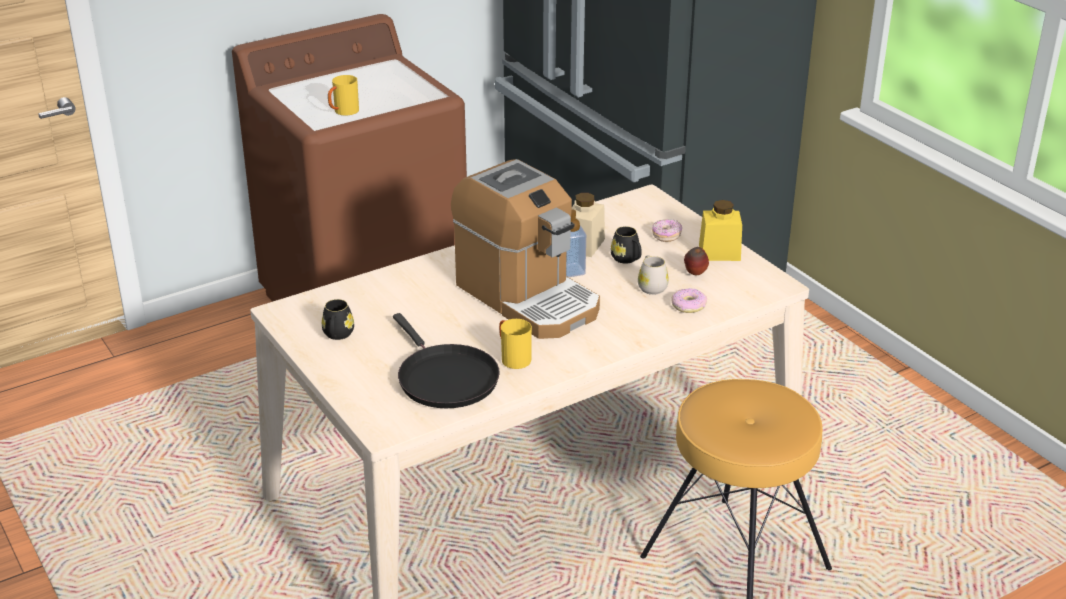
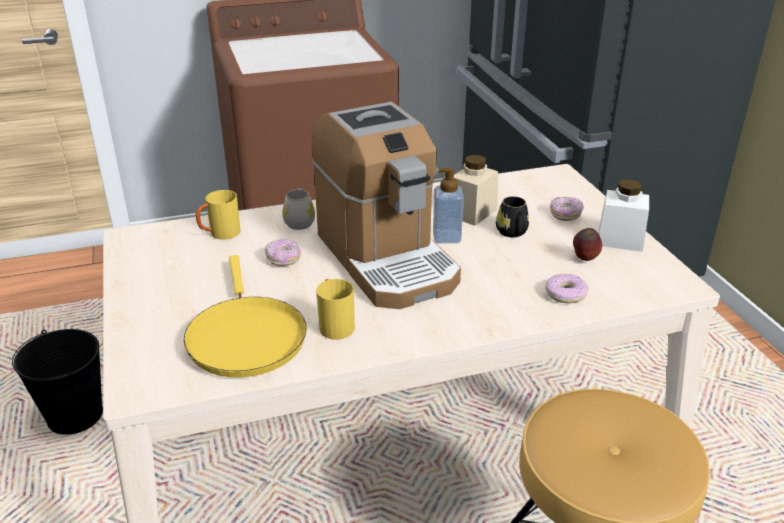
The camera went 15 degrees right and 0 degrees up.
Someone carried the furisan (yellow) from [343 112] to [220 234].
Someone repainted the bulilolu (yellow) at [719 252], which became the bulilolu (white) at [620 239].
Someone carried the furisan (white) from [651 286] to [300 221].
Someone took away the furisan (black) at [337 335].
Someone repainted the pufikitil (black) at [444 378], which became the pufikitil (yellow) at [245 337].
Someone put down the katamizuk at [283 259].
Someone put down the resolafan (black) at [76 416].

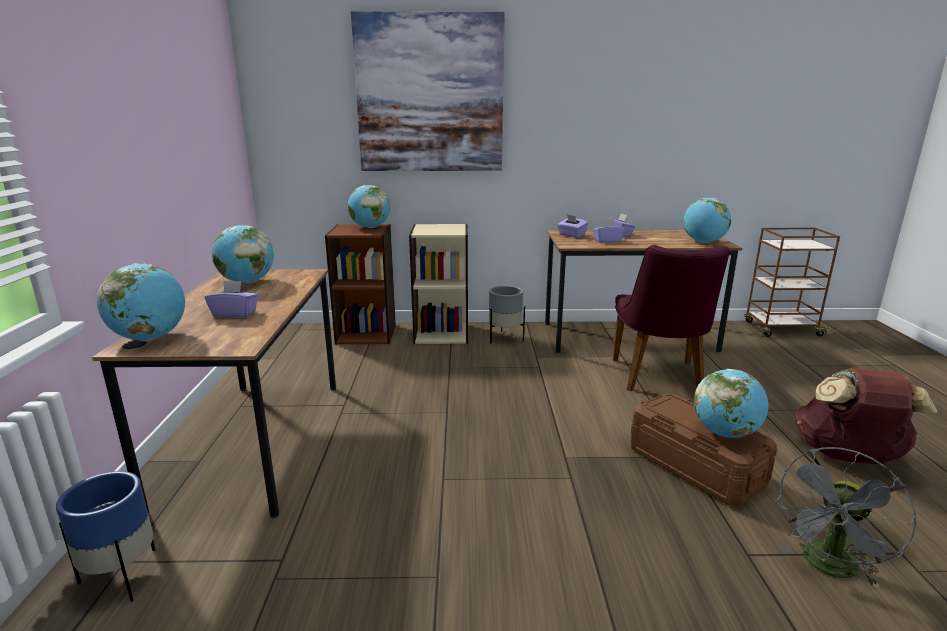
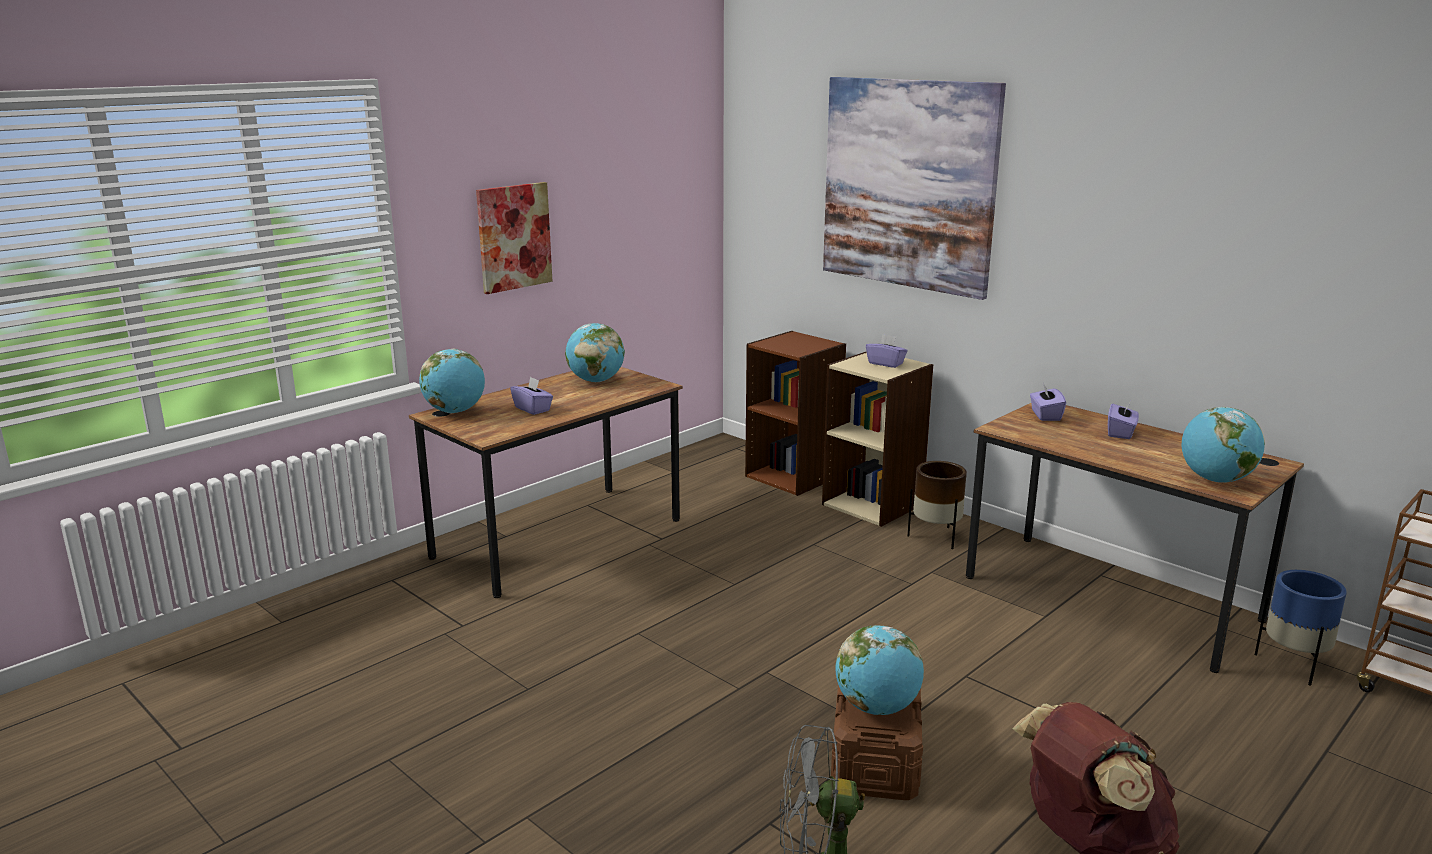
The camera went 45 degrees right and 0 degrees up.
Someone took away the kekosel at [370 227].
Someone carried the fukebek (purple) from [607 241] to [885 363].
Someone took away the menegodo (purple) at [659 379].
Someone repainted the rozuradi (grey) at [504 338], which became the rozuradi (brown) at [935 537].
Someone carried the rozuradi (blue) from [122 577] to [1293 665].
Someone put up the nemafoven at [514 237].

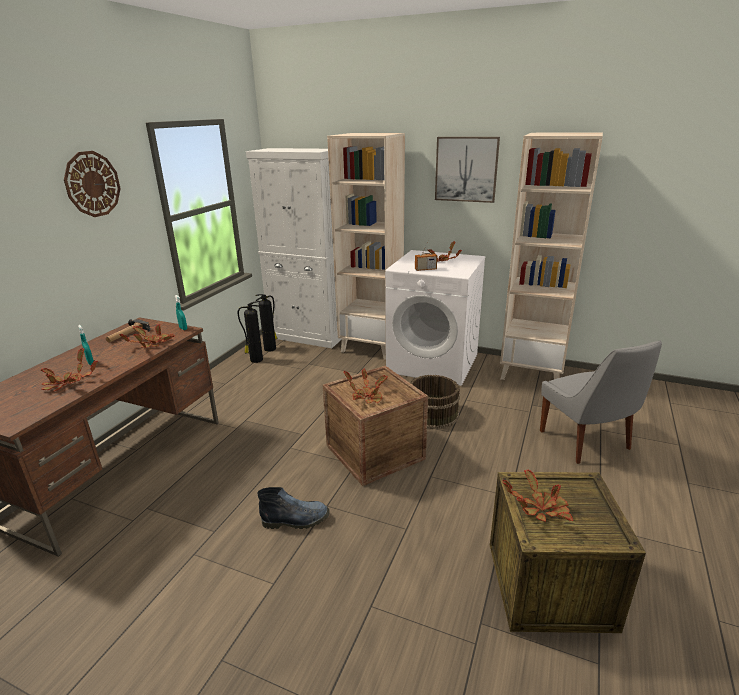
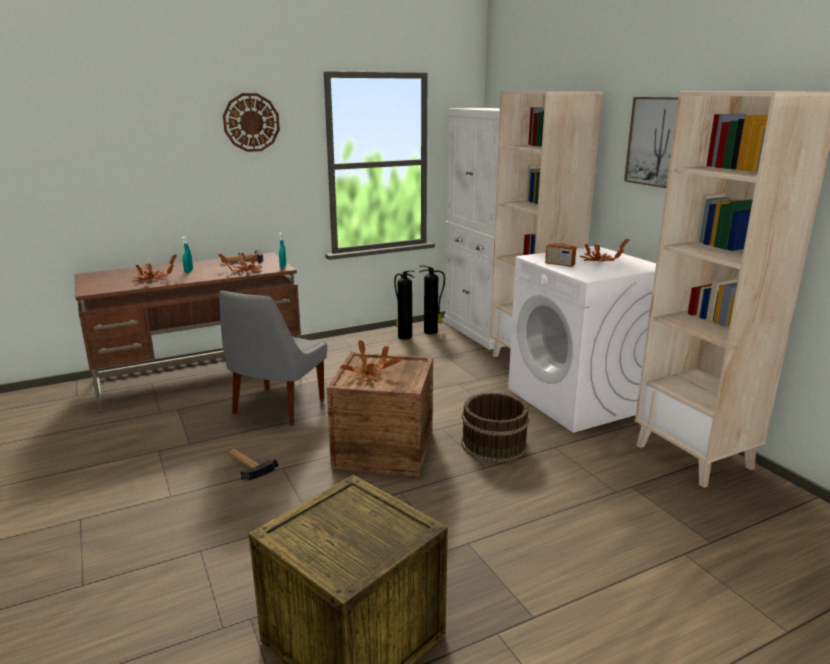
The camera went 40 degrees right and 5 degrees down.
Someone carried the menegodo (grey) from [586 442] to [276 408].
Someone took away the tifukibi at [540 509].
Someone swapped the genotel at [297 519] for the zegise at [247 465].

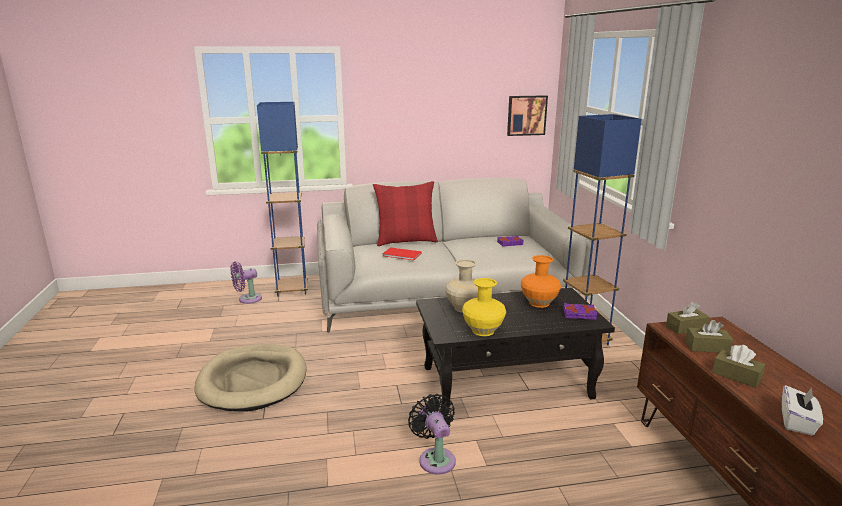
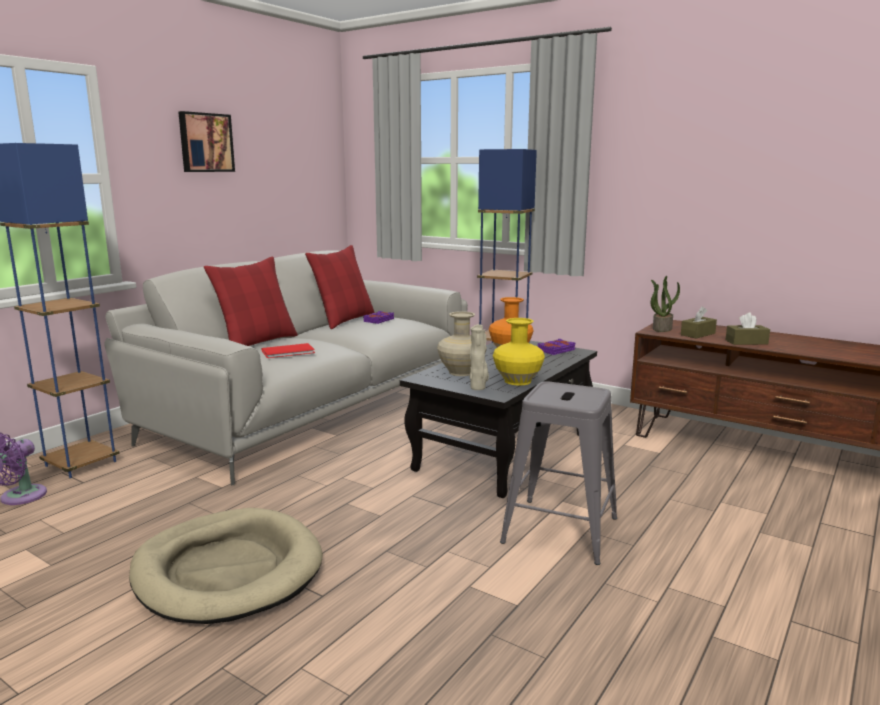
The camera went 45 degrees left and 5 degrees down.
Someone carried the nemafoven from [526 115] to [205 142].
Someone swapped the fukebek (brown) at [686 328] for the tifukibi at [661 328].
Someone took away the fukebek (white) at [797 422].
Someone swapped the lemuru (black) at [435 458] for the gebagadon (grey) at [560 530].
Someone put down the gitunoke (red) at [344 320].
Someone put down the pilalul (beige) at [478 388].

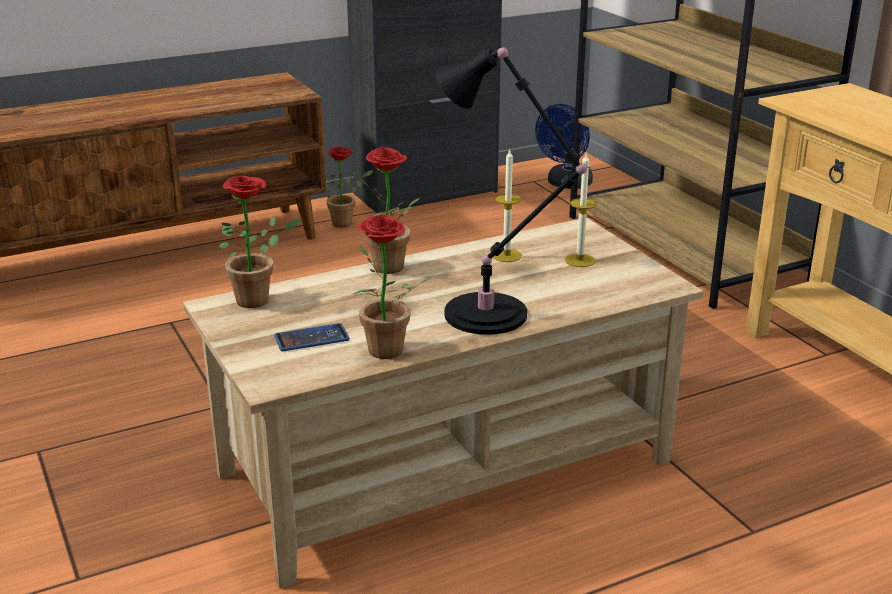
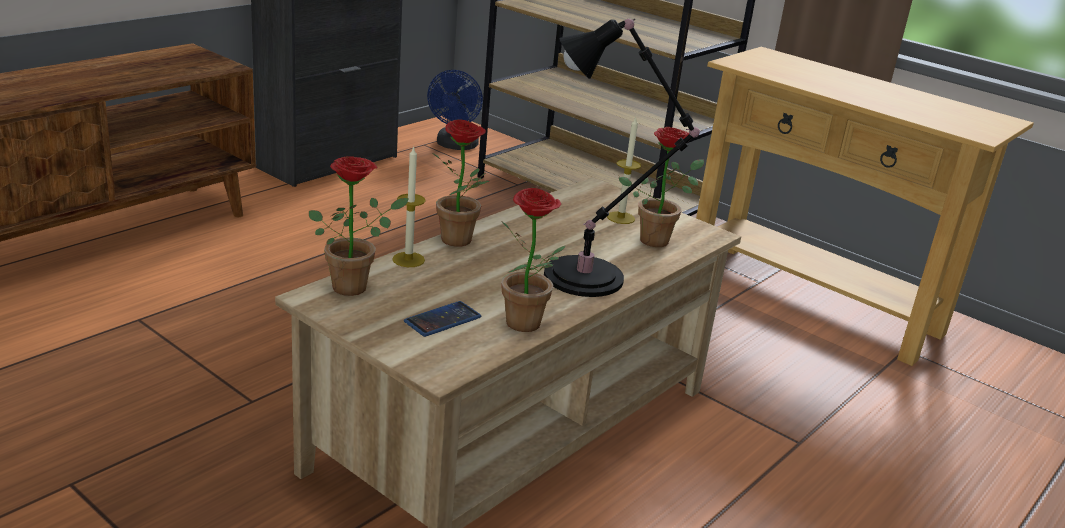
The camera went 25 degrees left and 0 degrees up.
Someone carried the tifukibi from [346 222] to [657 238].
Someone carried the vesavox from [506 255] to [408 259].

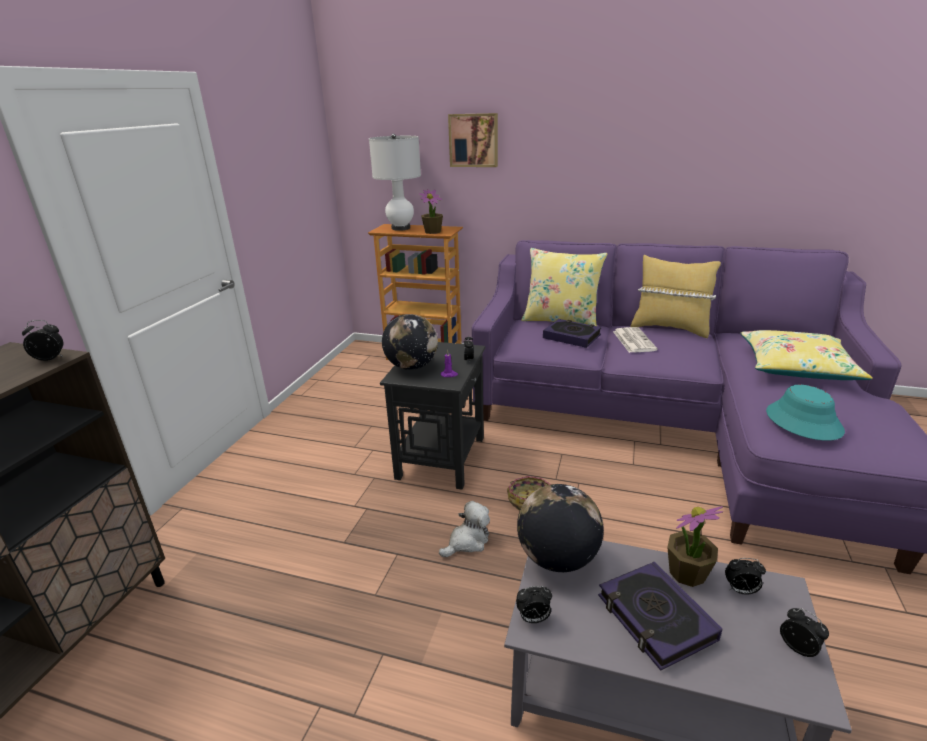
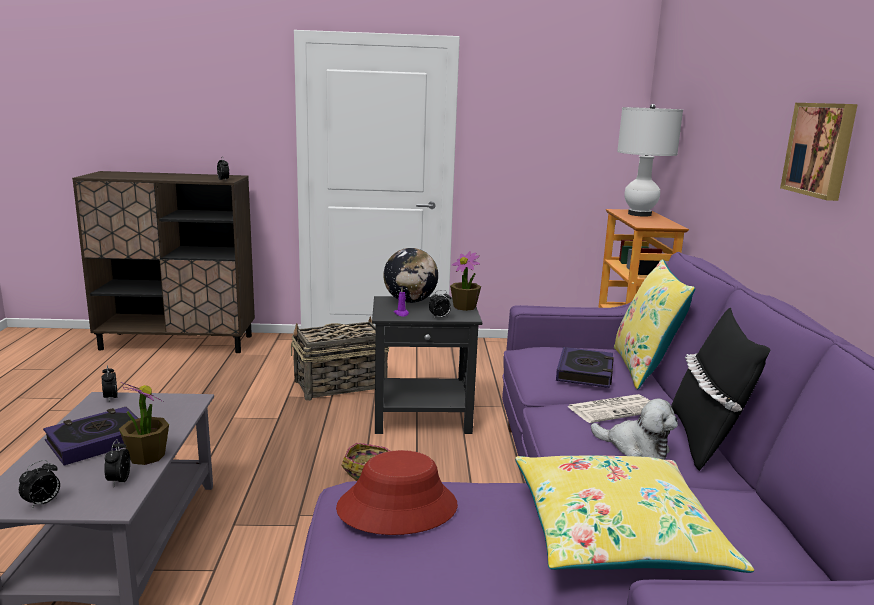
The camera went 70 degrees right and 10 degrees down.
Someone carried the nemafoven from [474 140] to [821 149].
Someone carried the tifukibi from [432 232] to [465 307].
Someone repainted the gitunoke (yellow) at [669 328], which became the gitunoke (black) at [705 440].
Someone repainted the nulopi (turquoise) at [803 421], which became the nulopi (red) at [397 507].
Someone took away the kekosel at [557 558].
Someone carried the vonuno from [467 541] to [635 448].
Someone put down the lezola at [339 385].

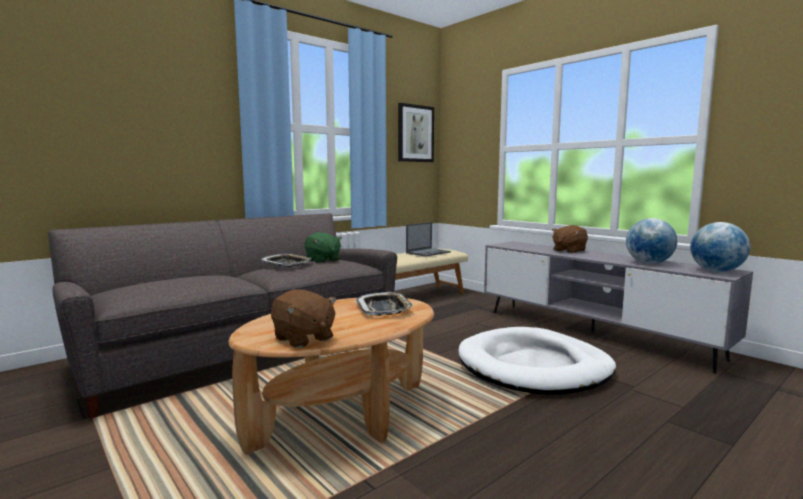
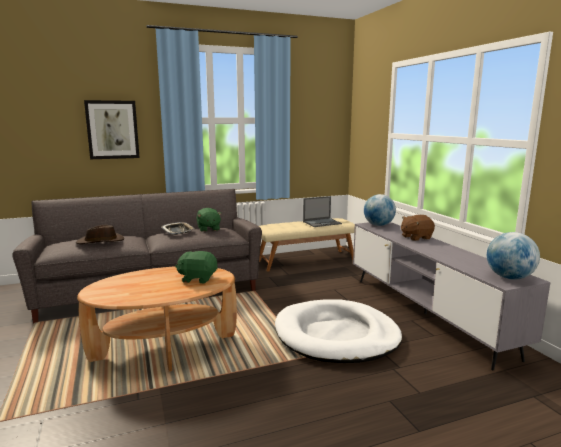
The camera went 20 degrees right and 5 degrees up.
Someone carried the nemafoven from [415 133] to [112 129].
Someone carried the kekosel from [649 263] to [378 225].
Someone took away the vonuno (brown) at [303 339].
Someone swapped the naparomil at [384 309] for the vonuno (green) at [198 278].
Someone put down the nulopi (brown) at [101 241].

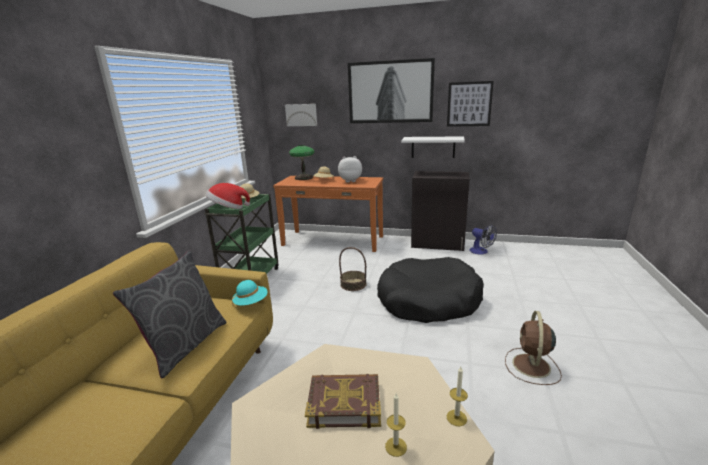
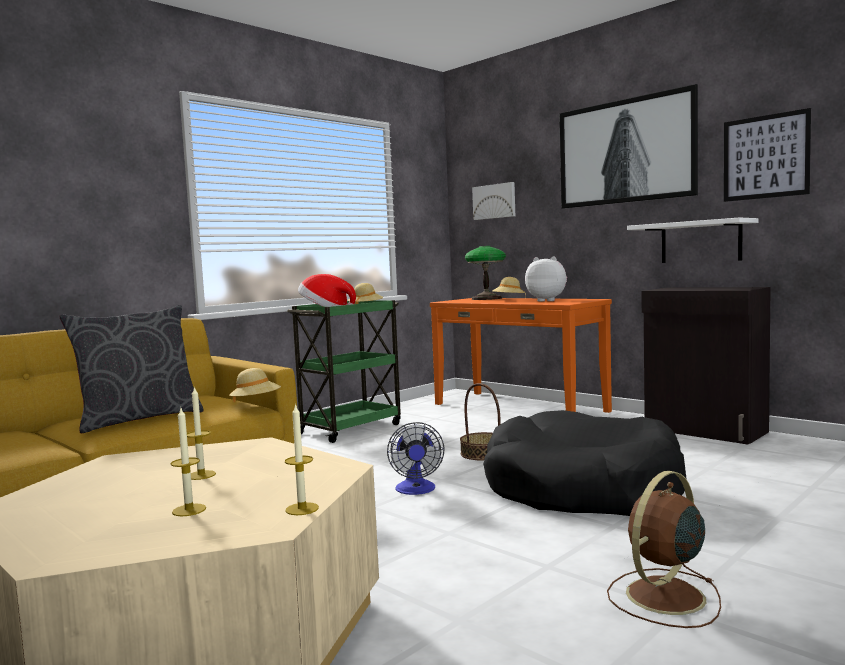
The camera went 30 degrees right and 15 degrees down.
Someone carried the lemuru from [481 252] to [416 490].
Someone repainted the nulopi (turquoise) at [251 303], which became the nulopi (beige) at [256 403].
Someone swapped the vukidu at [344 403] for the vesavox at [201 475].

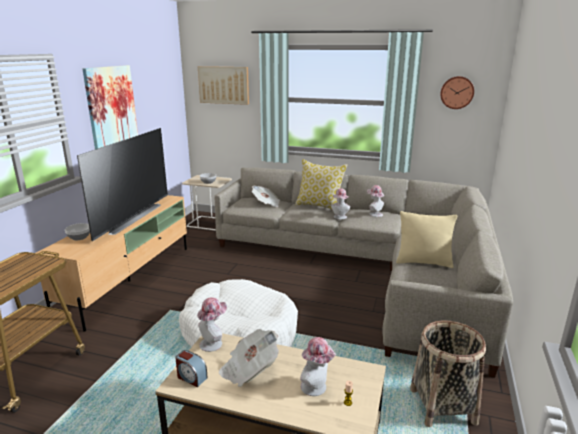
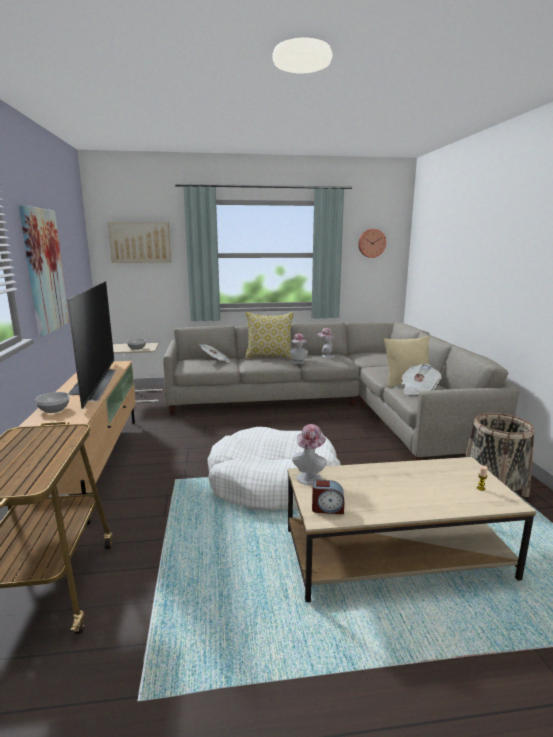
The camera went 25 degrees left and 5 degrees down.
Someone carried the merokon from [249 370] to [418 390].
Someone took away the nulopi at [316 388].

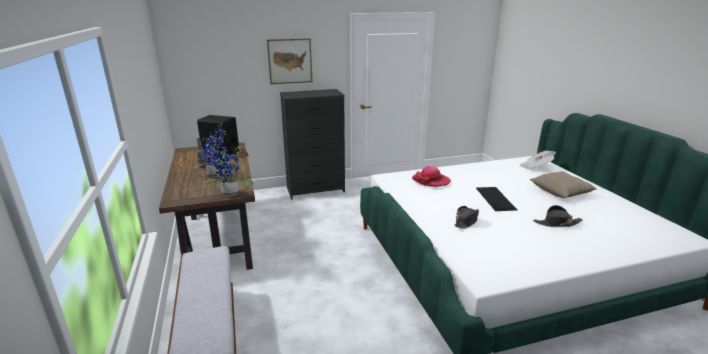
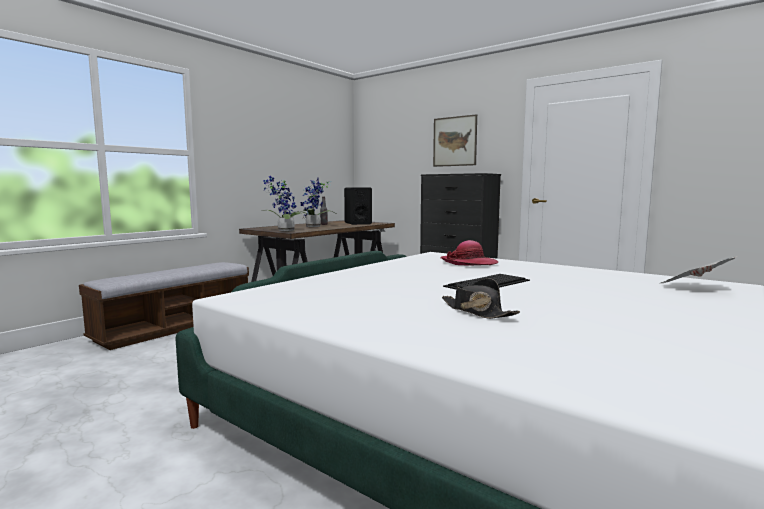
The camera went 55 degrees right and 15 degrees down.
Someone took away the gitunoke (beige) at [561 192].
Someone took away the nulopi (black) at [466 221].

